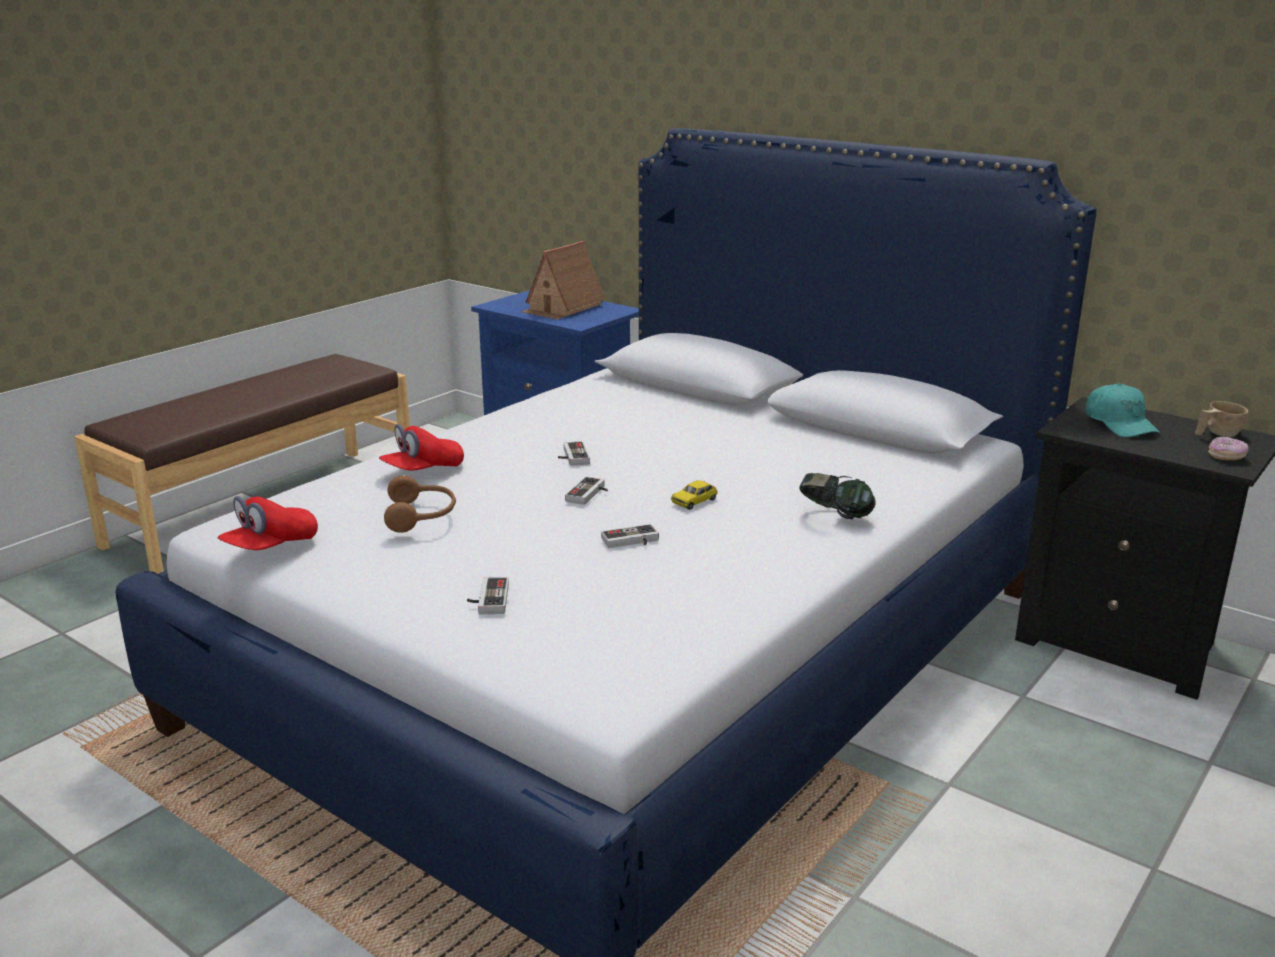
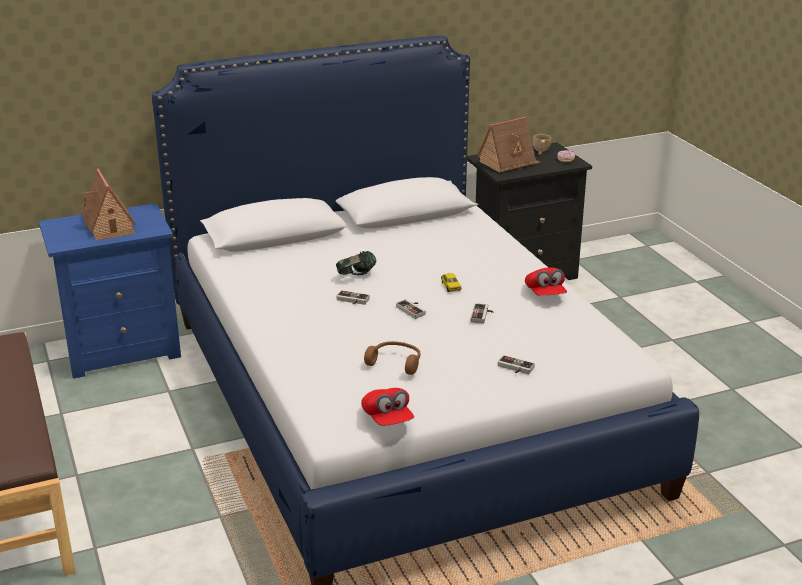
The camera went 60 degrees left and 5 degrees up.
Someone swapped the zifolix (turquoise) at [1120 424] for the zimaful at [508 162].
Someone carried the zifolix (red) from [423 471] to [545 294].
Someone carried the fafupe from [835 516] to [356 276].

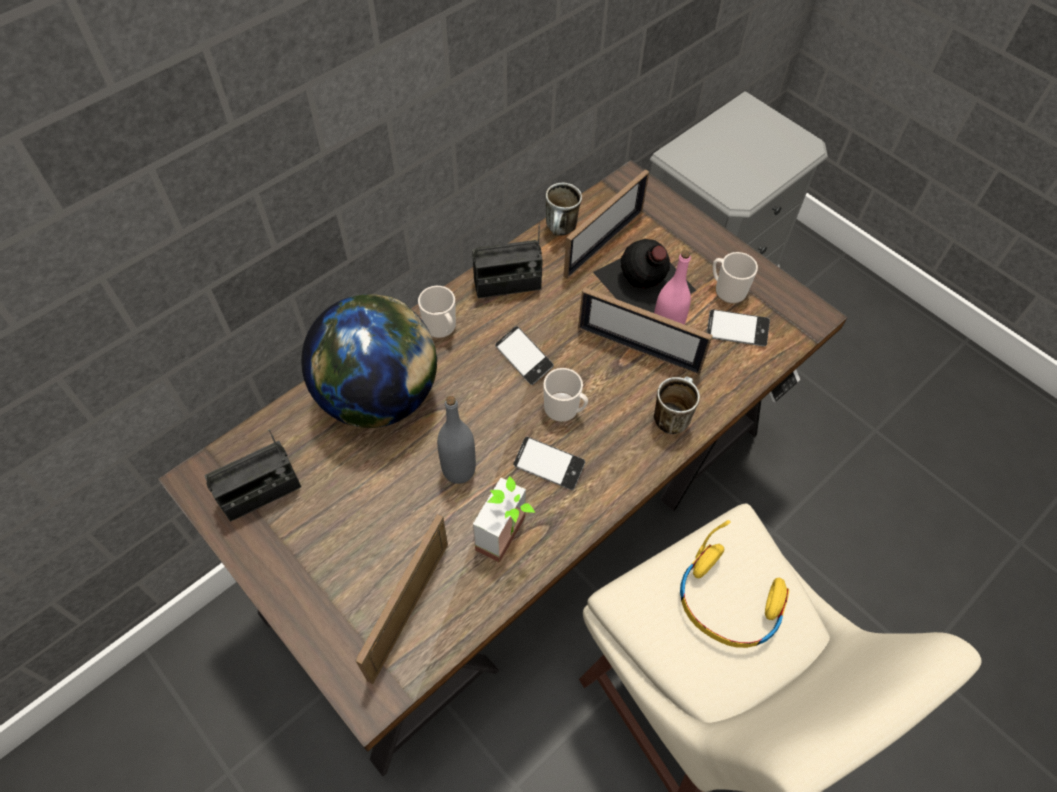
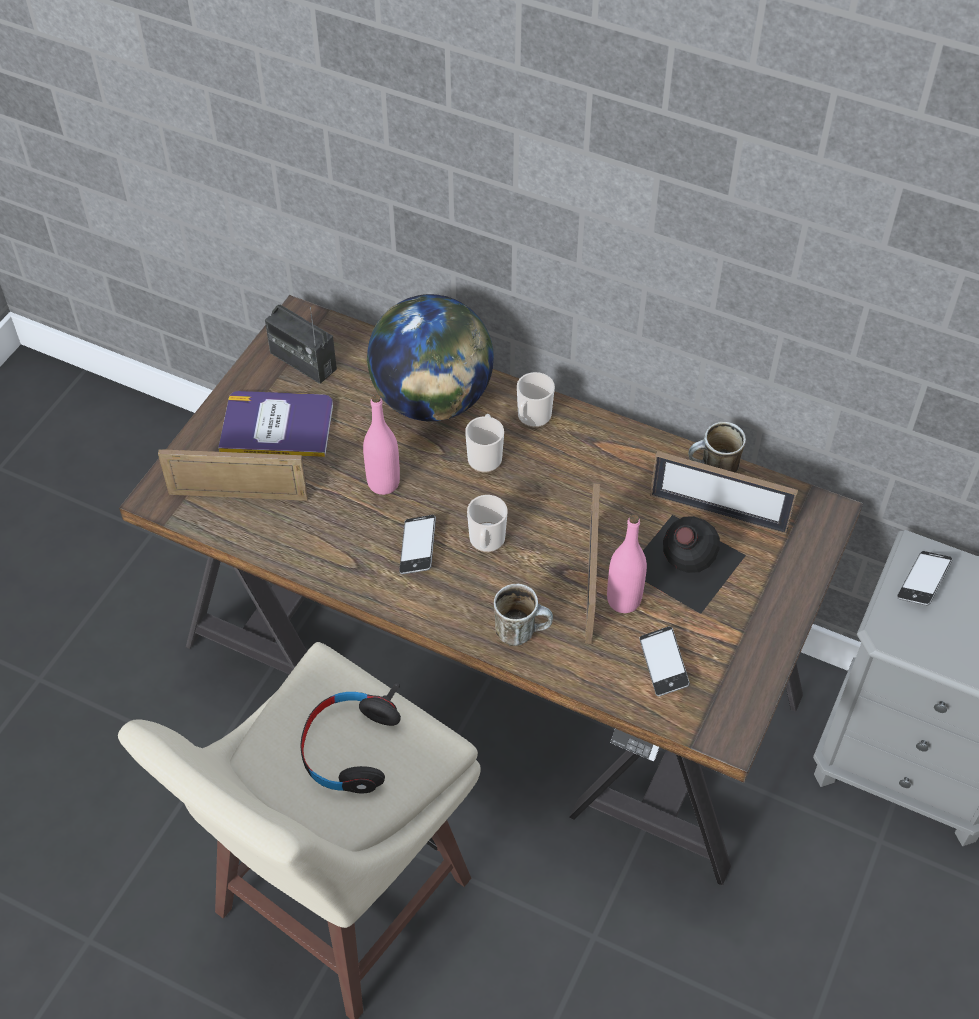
The camera went 70 degrees right and 5 degrees down.
Someone took away the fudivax at [507 285].
Someone carried the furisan from [727 290] to [485 456].
Someone carried the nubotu from [524 358] to [923 581].
Someone repainted the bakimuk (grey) at [459 470], which became the bakimuk (pink) at [383 483].
Someone took away the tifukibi at [511 538].
Someone repainted the fafupe (yellow) at [728 603], which became the fafupe (black) at [349 748].
Someone put down the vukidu at [277 425].

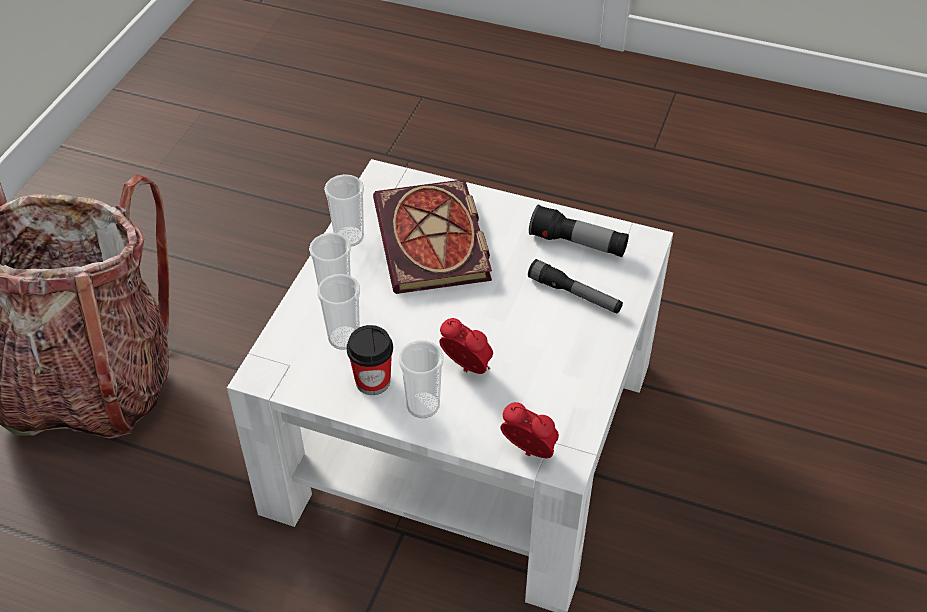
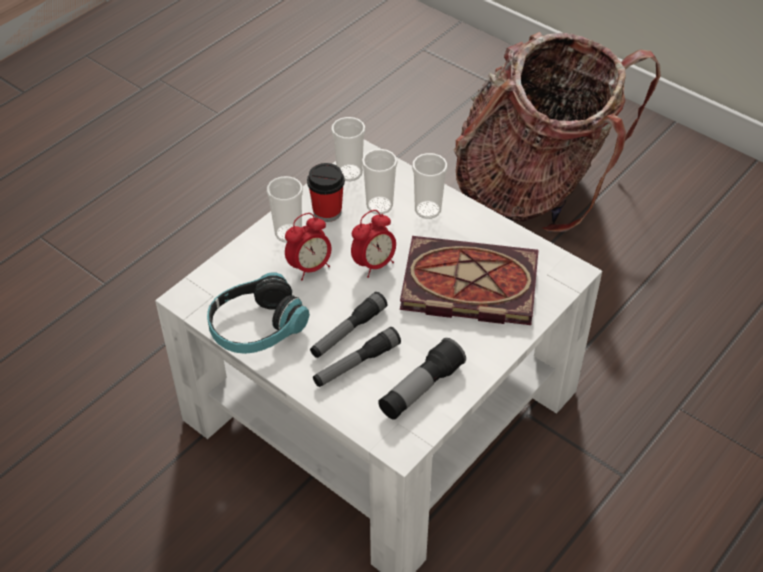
The camera went 110 degrees right and 0 degrees up.
Someone carried the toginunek from [349 237] to [349 173].
Someone carried the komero from [529 453] to [374 264].
Someone put down the fafupe at [256 327].
Someone put down the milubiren at [348 331].

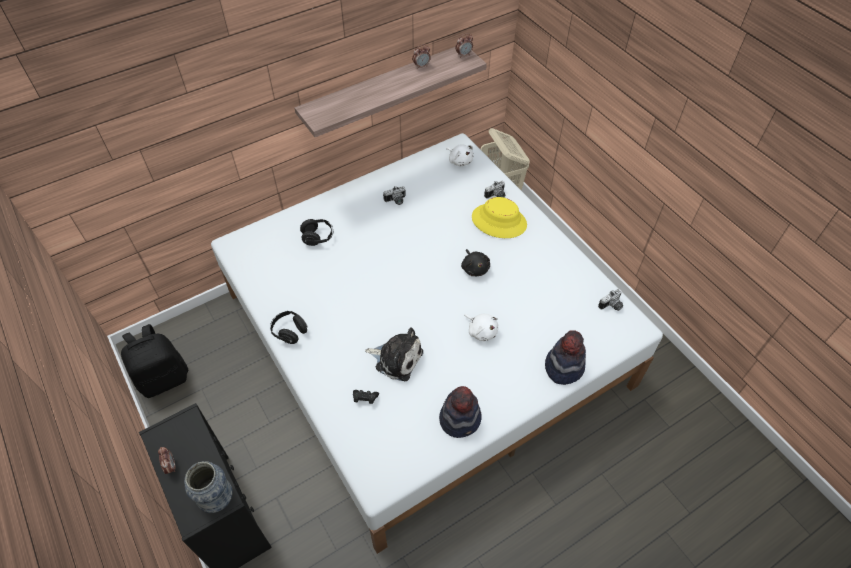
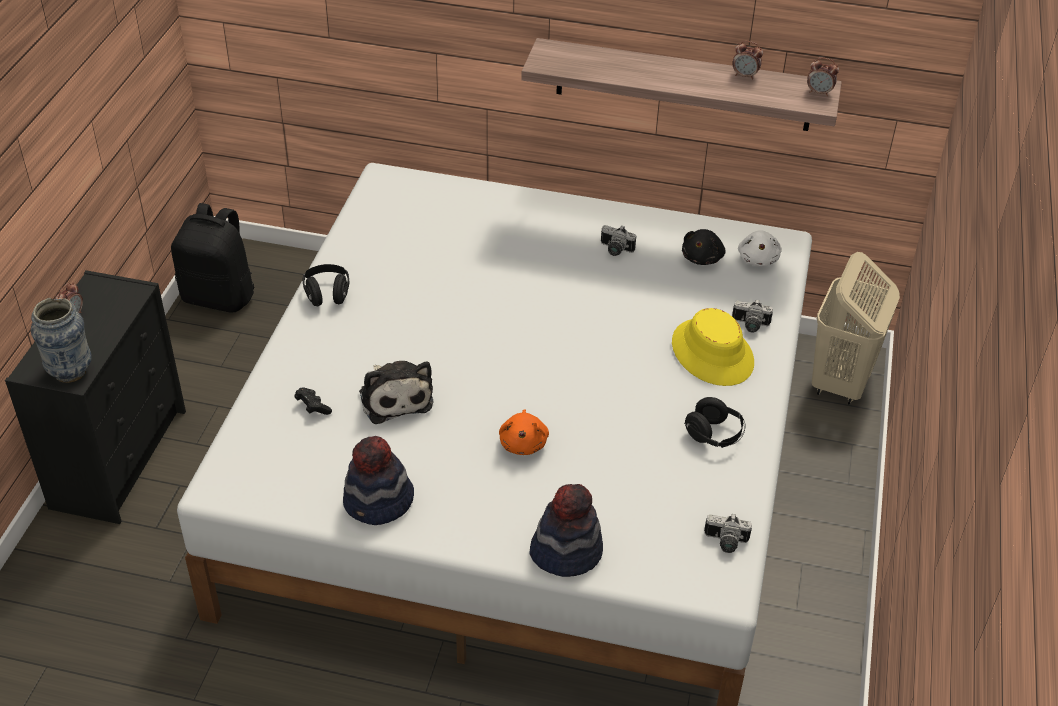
The camera went 45 degrees right and 10 degrees down.
Someone carried the fafupe (black) from [318 237] to [714 435].
Someone carried the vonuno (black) from [475 268] to [703 257].
Someone repainted the vonuno (white) at [481 331], which became the vonuno (orange) at [523 443].

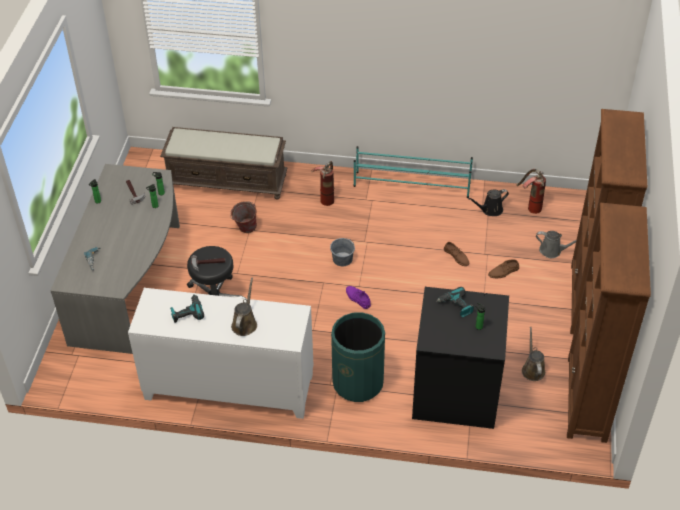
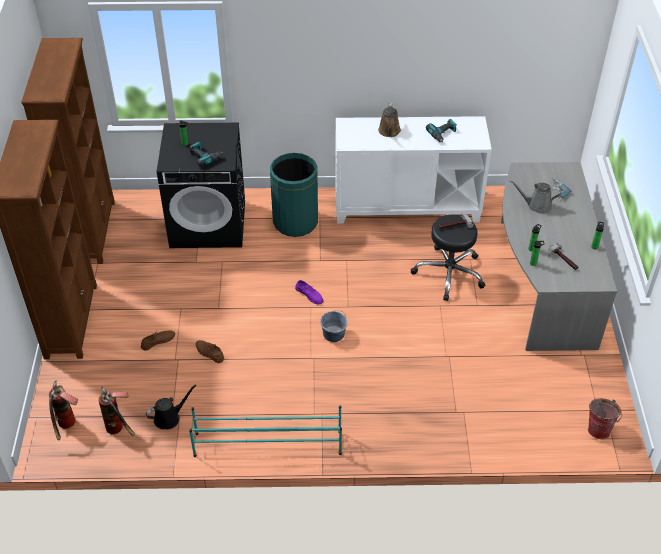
The camera went 170 degrees right and 0 degrees up.
Someone took away the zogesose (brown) at [228 181].
Someone carried the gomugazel from [326 197] to [67 427].
Someone carried the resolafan from [245 230] to [599 428].
Someone carried the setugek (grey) from [552 251] to [536 205].
Someone took away the setugek (brown) at [532 369].

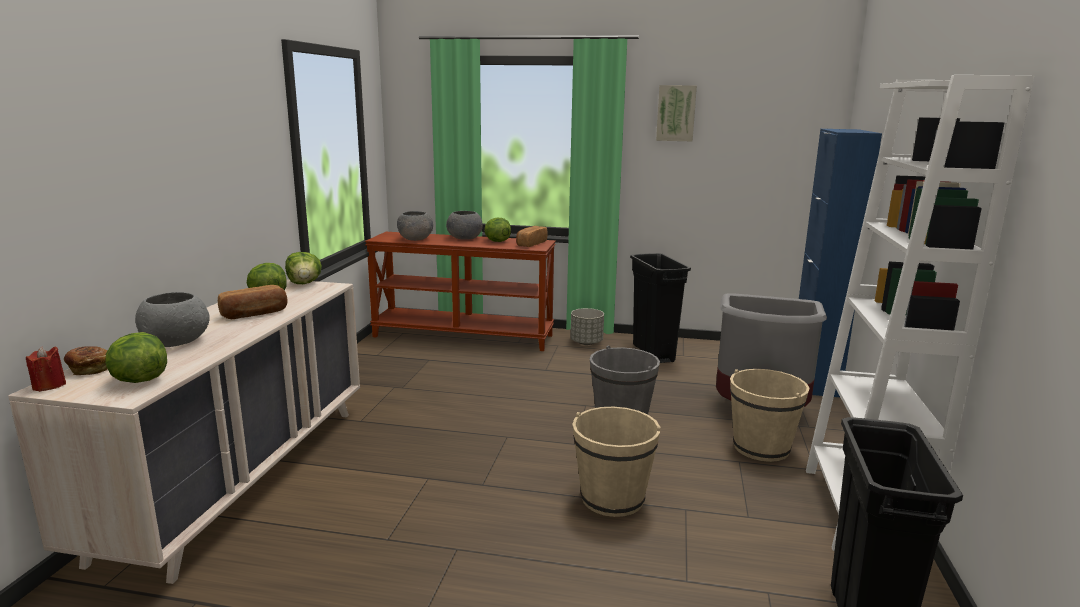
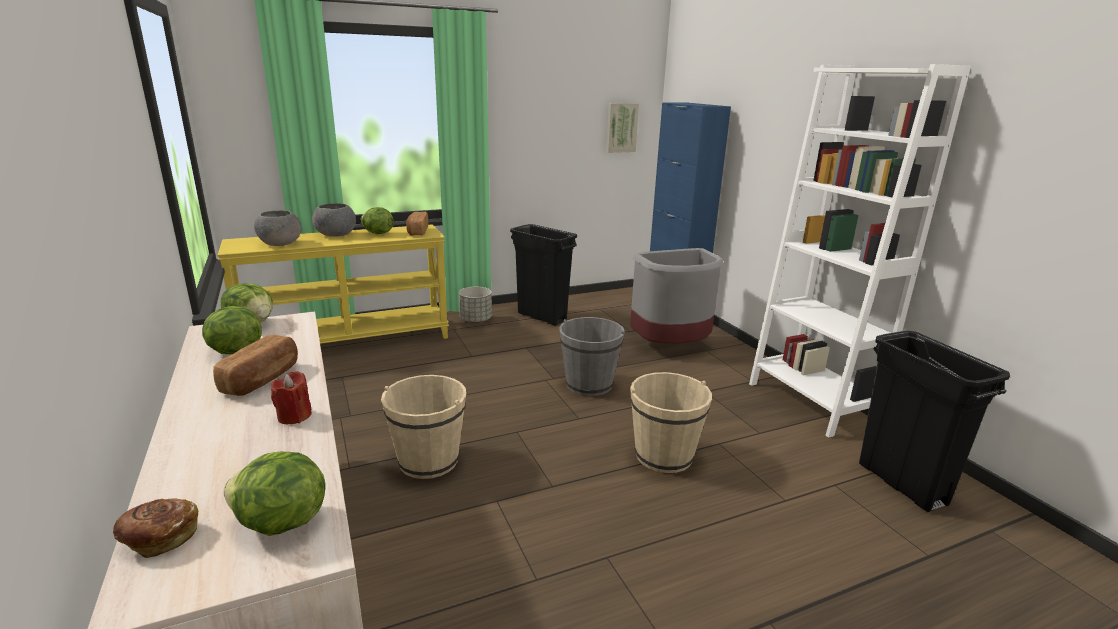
The camera went 35 degrees left and 5 degrees up.
Someone carried the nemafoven from [676 113] to [621 127].
Someone repainted the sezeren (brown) at [464 336], which became the sezeren (yellow) at [348 341].
Someone took away the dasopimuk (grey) at [177 342].
Someone carried the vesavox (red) from [49 386] to [294 416].
Someone carried the resolafan (beige) from [761 448] to [428 460].

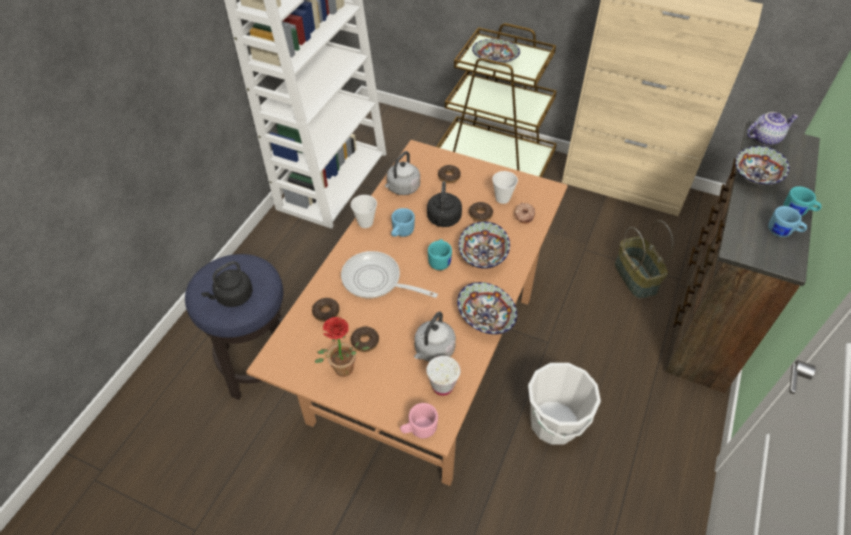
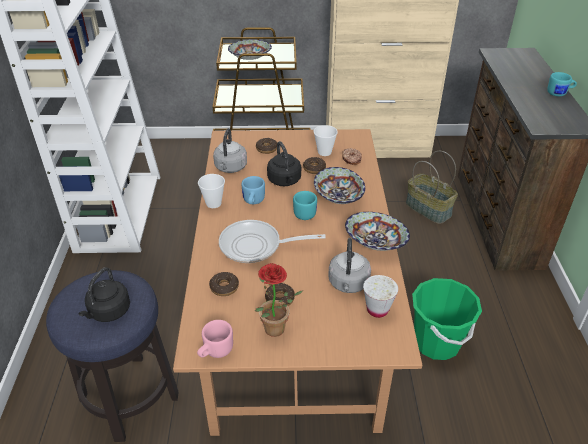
The camera went 25 degrees left and 10 degrees down.
Someone took away the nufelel at [764 138].
Someone took away the dasopimuk at [756 177].
Someone took away the furisan (blue) at [783 232].
Someone repainted the resolafan (white) at [554 423], which became the resolafan (green) at [437 342].
Someone carried the furisan (pink) from [418 429] to [215 351].

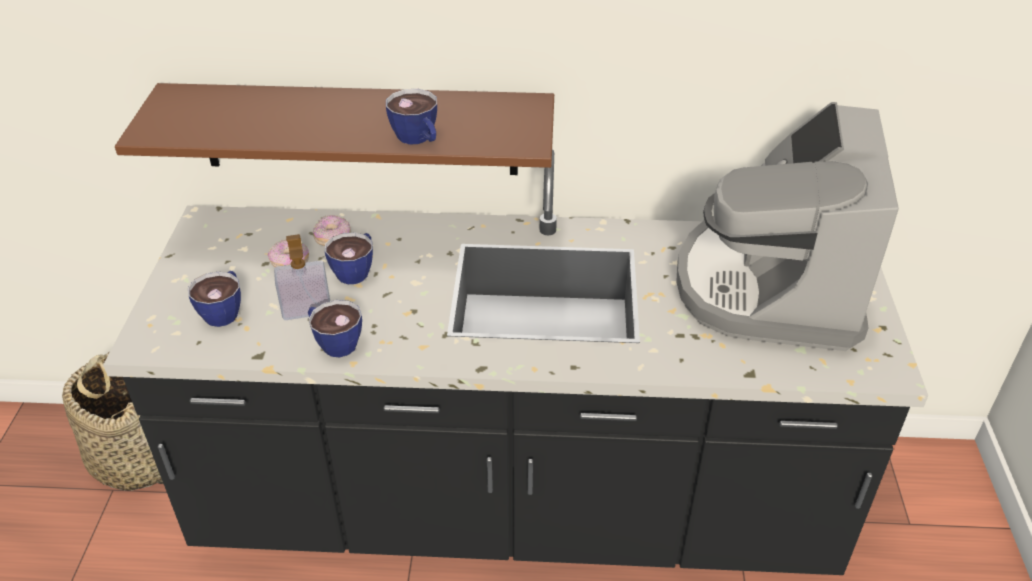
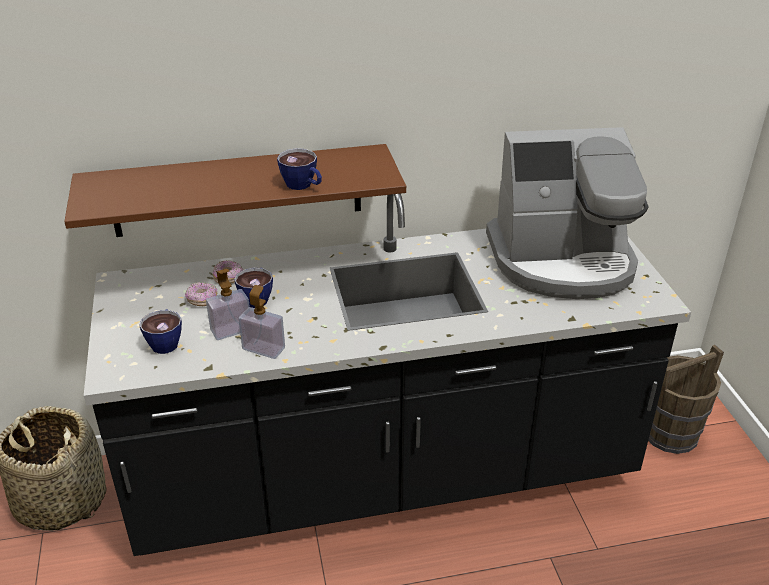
The camera went 15 degrees left and 5 degrees down.
Someone rotated the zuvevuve at [771 286] by 90 degrees counterclockwise.
Someone swapped the toginunek at [334 342] for the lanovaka at [263 348].
Someone put down the resolafan (brown) at [671 433].

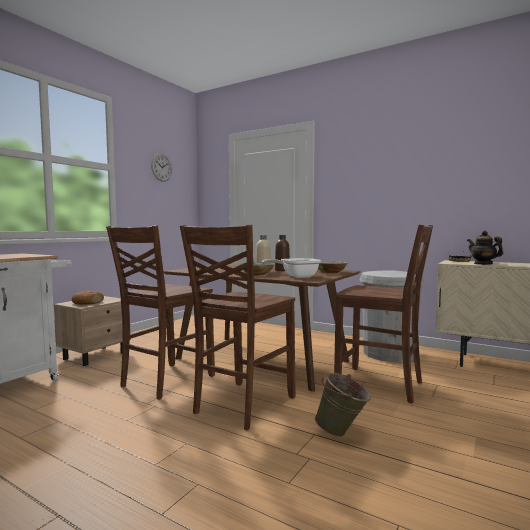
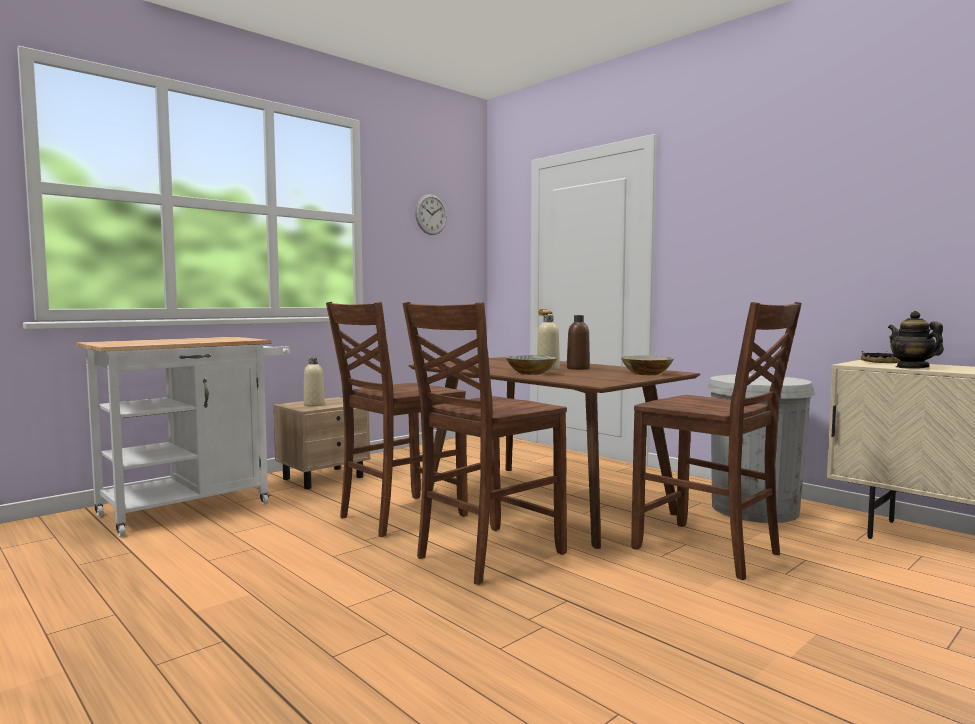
The camera went 15 degrees right and 0 degrees up.
Someone took away the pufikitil at [296 276].
Someone swapped the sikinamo at [87 302] for the bakimuk (beige) at [314 405].
Someone took away the resolafan (green) at [342 433].

